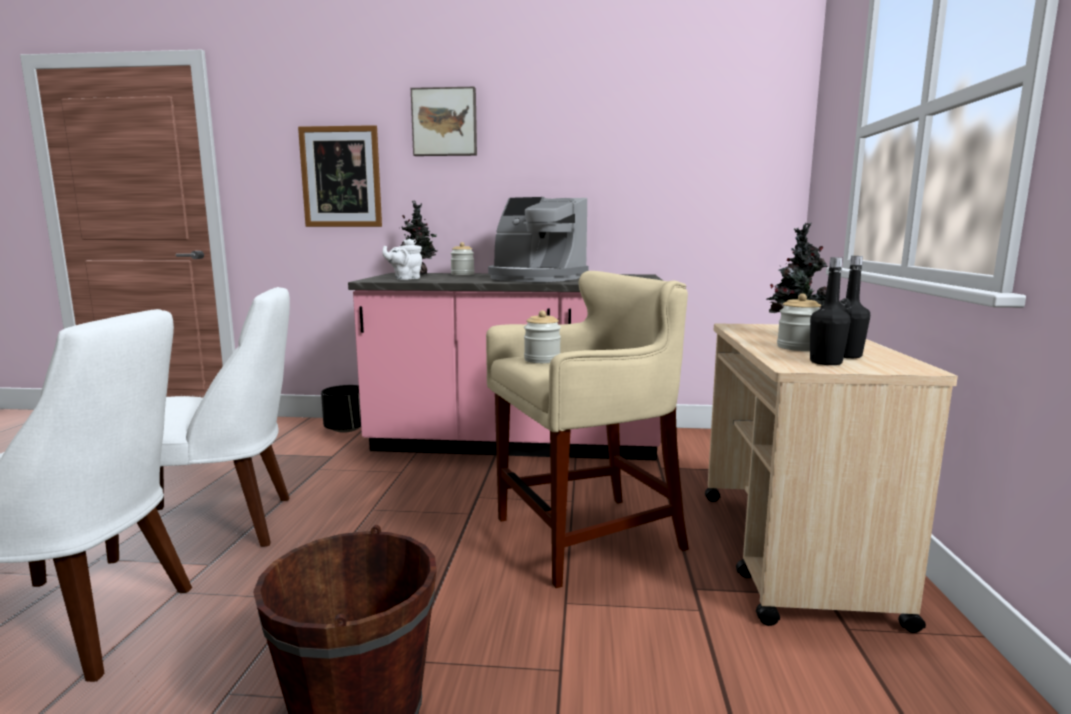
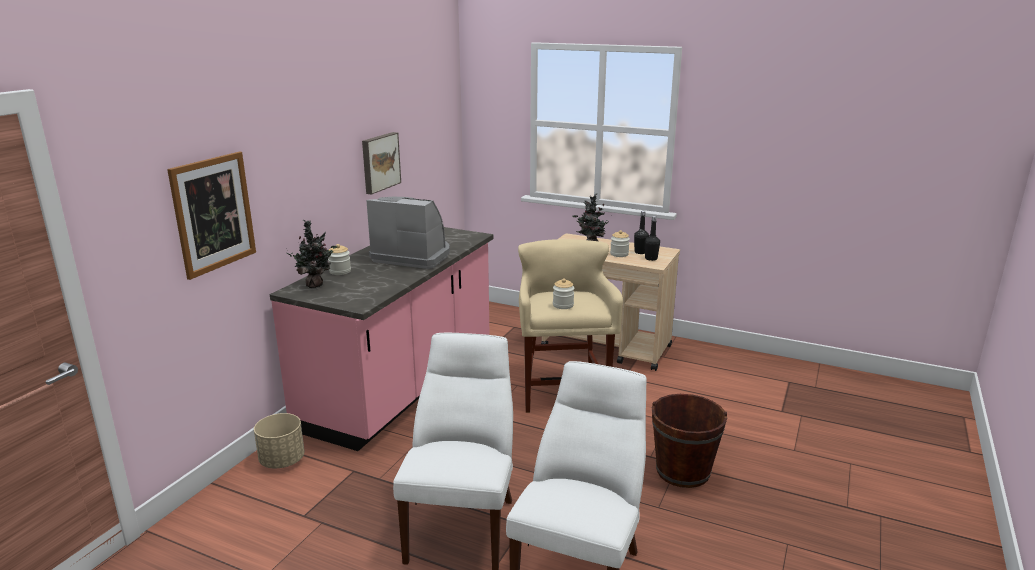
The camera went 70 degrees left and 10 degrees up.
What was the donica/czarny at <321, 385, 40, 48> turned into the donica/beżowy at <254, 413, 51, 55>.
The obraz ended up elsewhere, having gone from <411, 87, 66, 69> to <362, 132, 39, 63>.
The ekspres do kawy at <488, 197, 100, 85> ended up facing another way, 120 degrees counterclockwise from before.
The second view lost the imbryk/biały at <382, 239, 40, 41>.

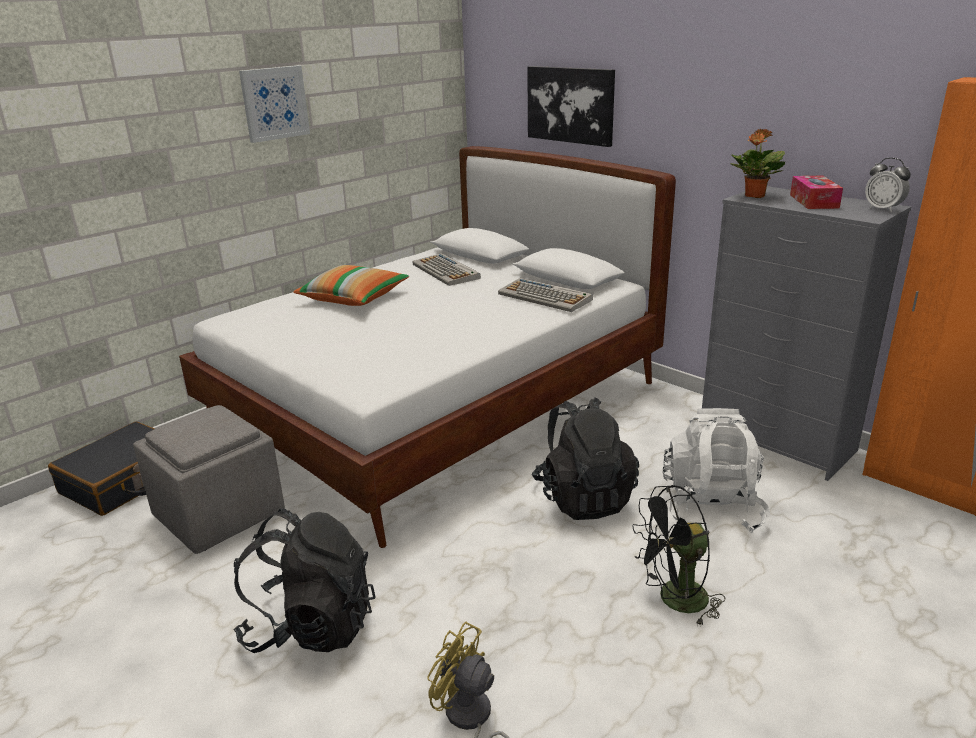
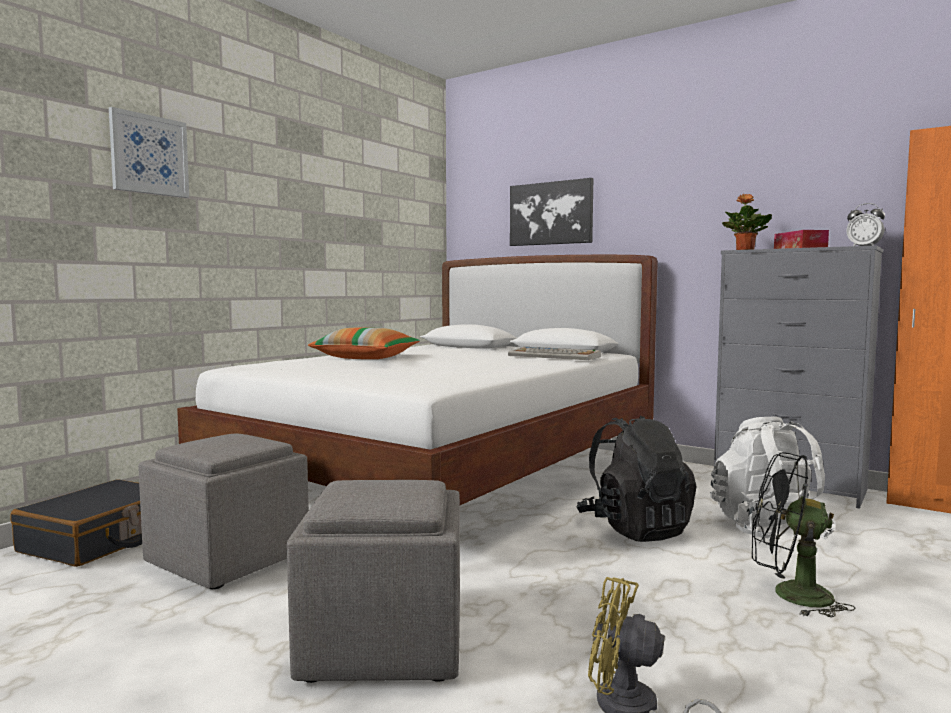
The camera went 10 degrees left and 20 degrees down.
The obraz ended up elsewhere, having gone from <239, 65, 71, 78> to <109, 107, 80, 91>.
Where the plecak/czarny stood at <234, 508, 142, 145>, the pufa/szary came to stand at <287, 480, 173, 203>.
The wentylator/czarny at <632, 485, 93, 141> ended up facing another way, 45 degrees clockwise from before.
The second view lost the klawiatura at <412, 253, 69, 33>.

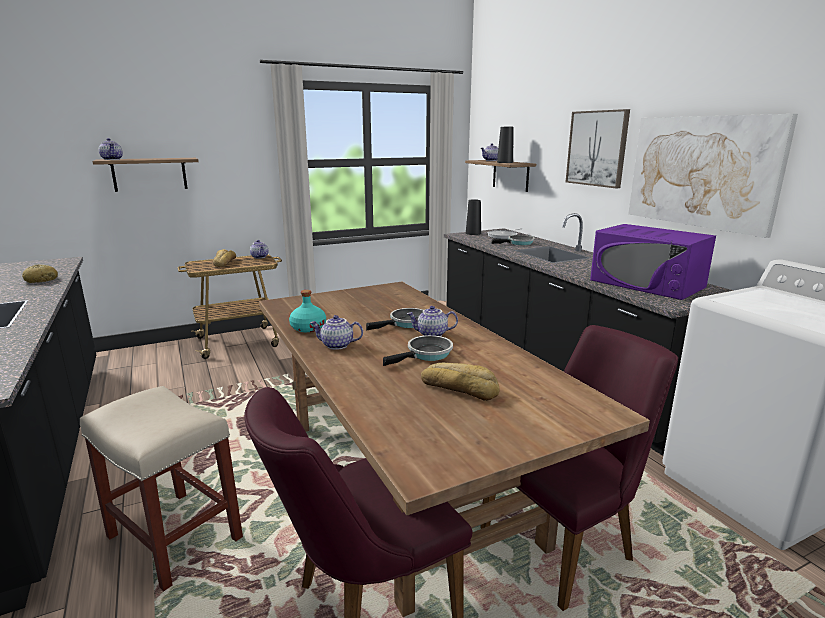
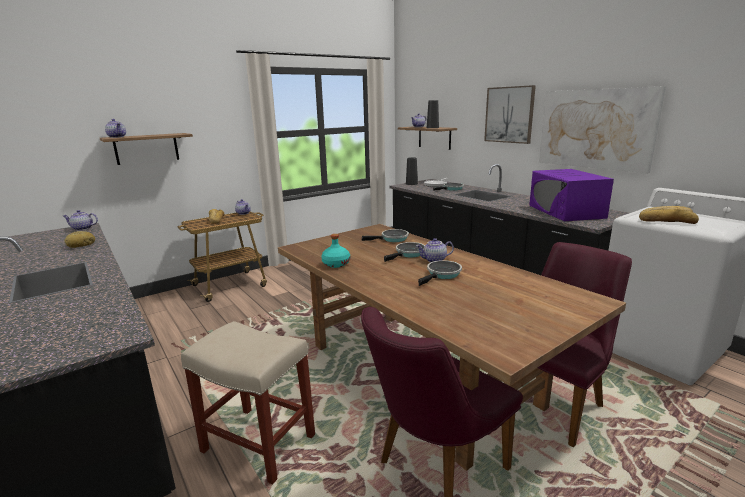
The camera went 10 degrees left and 0 degrees up.
The imbryk ended up elsewhere, having gone from <310, 315, 53, 35> to <64, 210, 34, 21>.
The second view gained the patelnia at <362, 229, 47, 13>.
The mikrofalówka/fioletowy at <590, 224, 126, 76> ended up facing another way, 45 degrees clockwise from before.
The chleb ended up elsewhere, having gone from <421, 363, 79, 38> to <639, 206, 60, 18>.

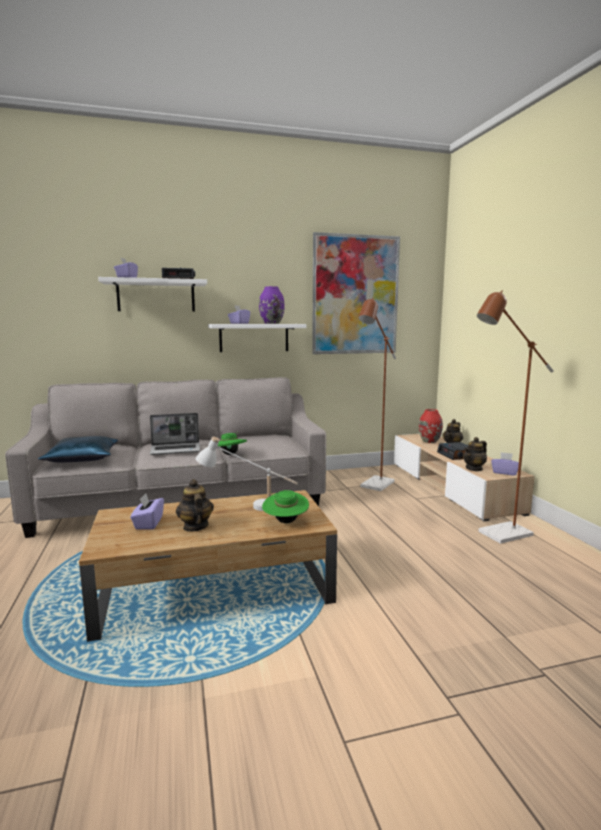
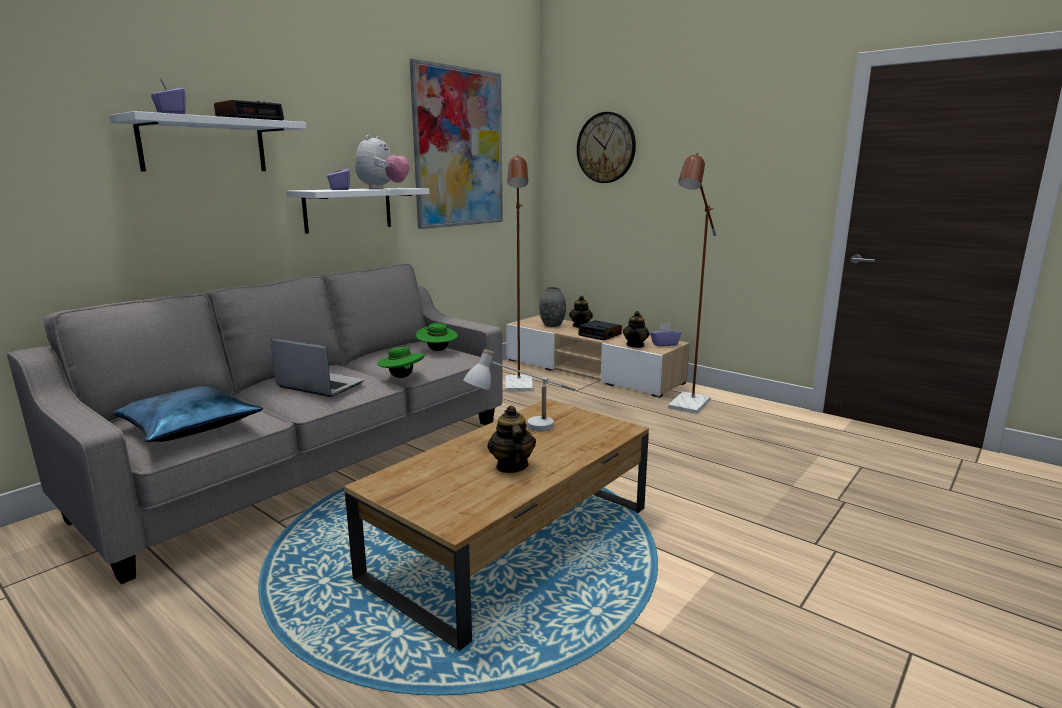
The camera went 35 degrees left and 5 degrees up.
The laptop at <150, 413, 51, 42> ended up facing another way, 105 degrees counterclockwise from before.
Where the wazon/fioletowy stood at <259, 286, 26, 38>, the pluszak came to stand at <355, 135, 55, 54>.
The kapelusz/zielony ended up elsewhere, having gone from <262, 490, 47, 33> to <416, 323, 42, 28>.
The imbryk at <176, 479, 38, 53> ended up facing another way, 45 degrees clockwise from before.
What was the wazon/czerwony at <419, 409, 24, 34> turned into the wazon/szary at <539, 287, 27, 40>.
The second view gained the zegar ścienny at <577, 112, 59, 71>.
The second view lost the pudełko chusteczek/fioletowy at <130, 493, 34, 37>.

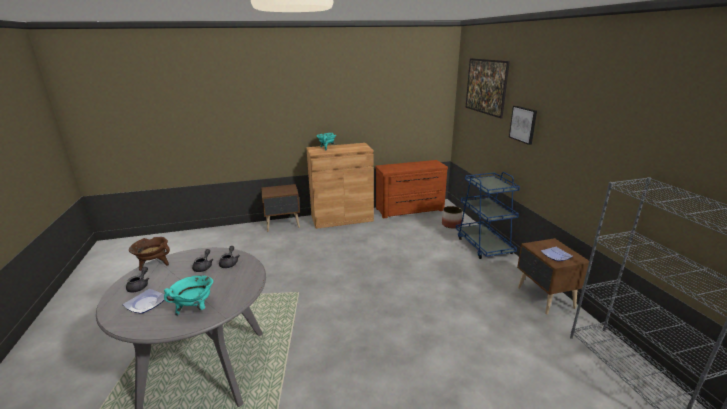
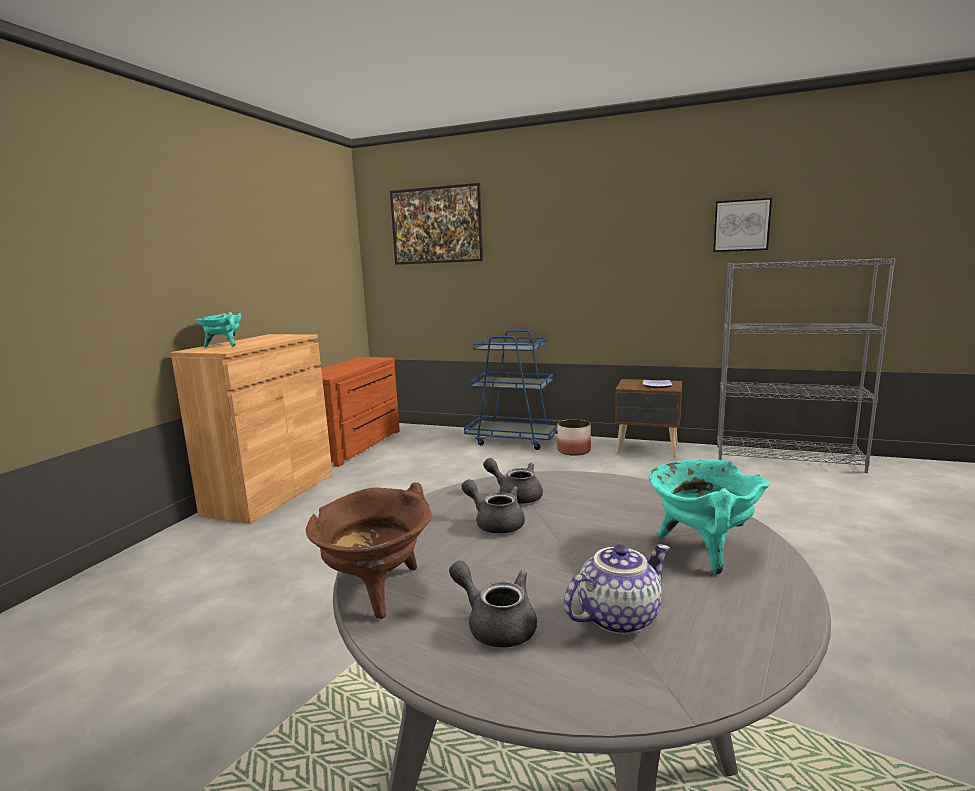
The camera went 55 degrees left and 10 degrees down.
The donica ended up elsewhere, having gone from <442, 206, 20, 22> to <557, 419, 34, 37>.
Where the talerz stood at <123, 289, 45, 25>, the imbryk came to stand at <564, 544, 106, 91>.
The obraz ended up elsewhere, having gone from <509, 106, 28, 39> to <713, 198, 59, 54>.
The second view lost the szafka nocna/brązowy at <261, 184, 39, 48>.

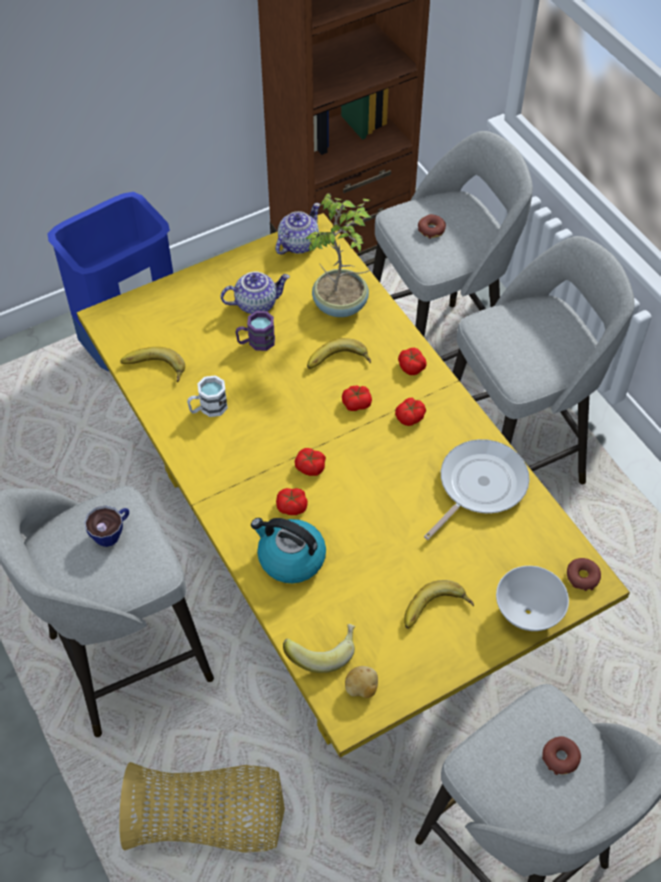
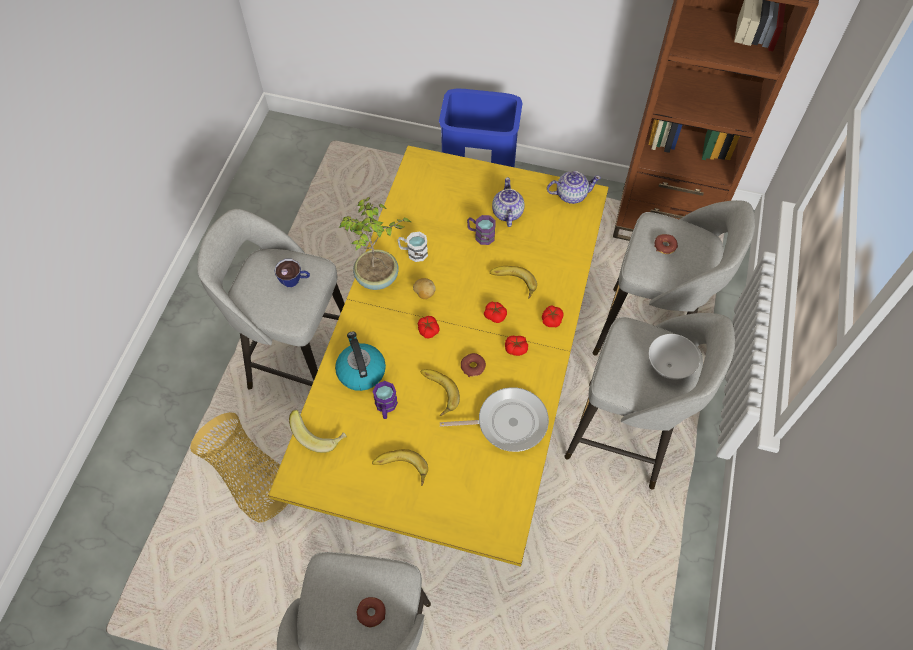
The camera went 45 degrees right and 5 degrees up.
The roślina doniczkowa ended up elsewhere, having gone from <305, 193, 67, 124> to <338, 197, 73, 93>.
The second view gained the kubek/fioletowy at <373, 381, 25, 38>.
The ziemniak ended up elsewhere, having gone from <345, 666, 33, 32> to <413, 278, 23, 21>.
The banan ended up elsewhere, having gone from <121, 347, 64, 35> to <421, 369, 39, 47>.
The donut ended up elsewhere, having gone from <567, 558, 34, 33> to <461, 353, 25, 24>.
The imbryk at <221, 272, 69, 42> ended up facing another way, 120 degrees counterclockwise from before.
The miska/biały ended up elsewhere, having gone from <496, 566, 73, 65> to <649, 334, 51, 46>.
The second view lost the pomidor at <276, 488, 32, 27>.

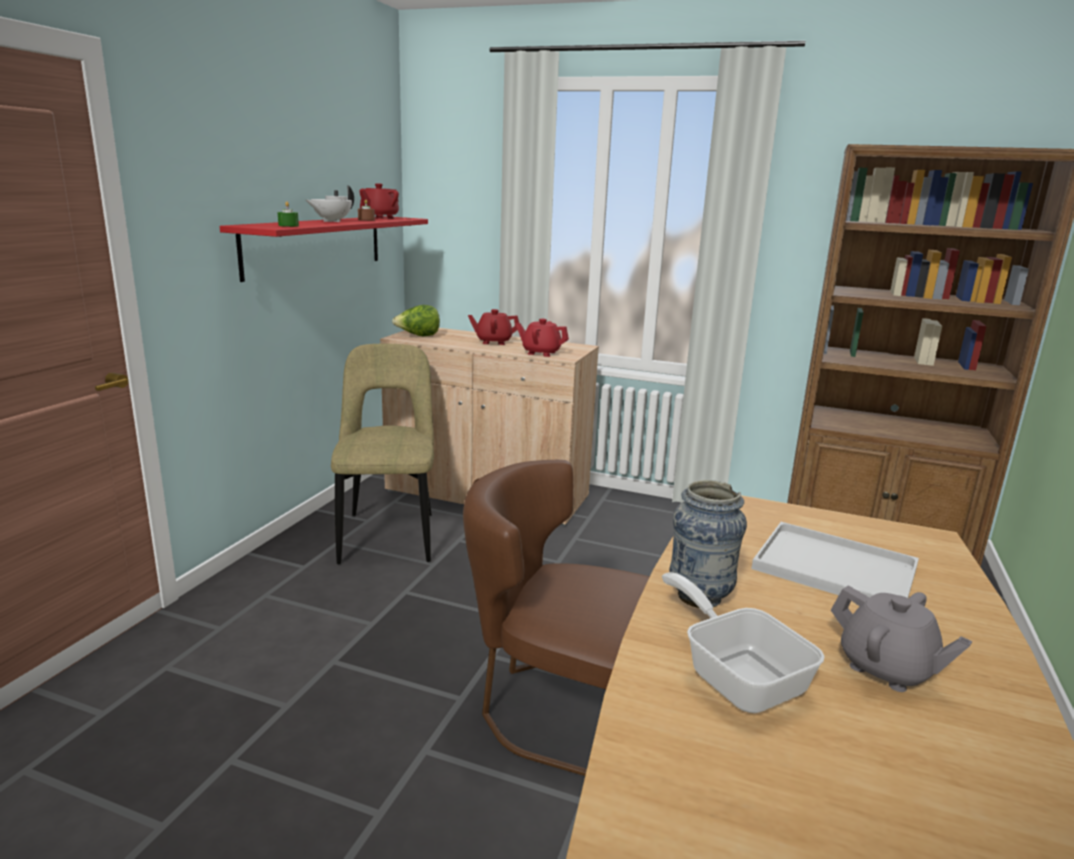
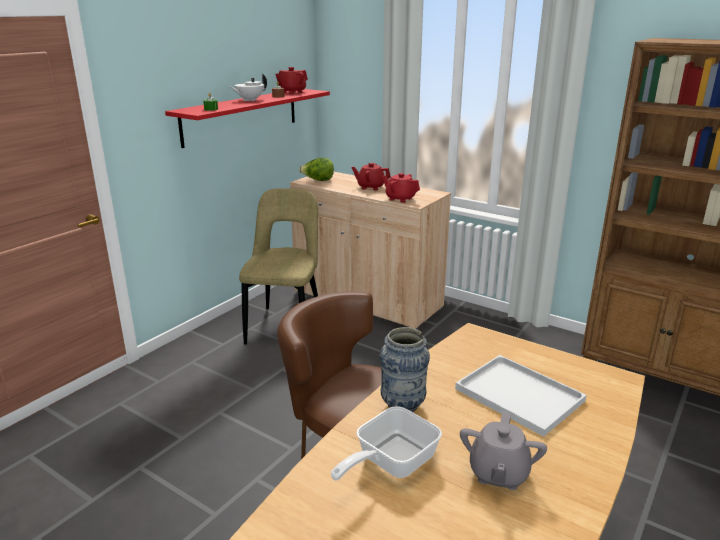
The camera went 15 degrees right and 5 degrees up.
The patelnia at <662, 572, 163, 141> ended up facing another way, 120 degrees counterclockwise from before.
The imbryk/szary at <831, 585, 141, 107> ended up facing another way, 45 degrees clockwise from before.

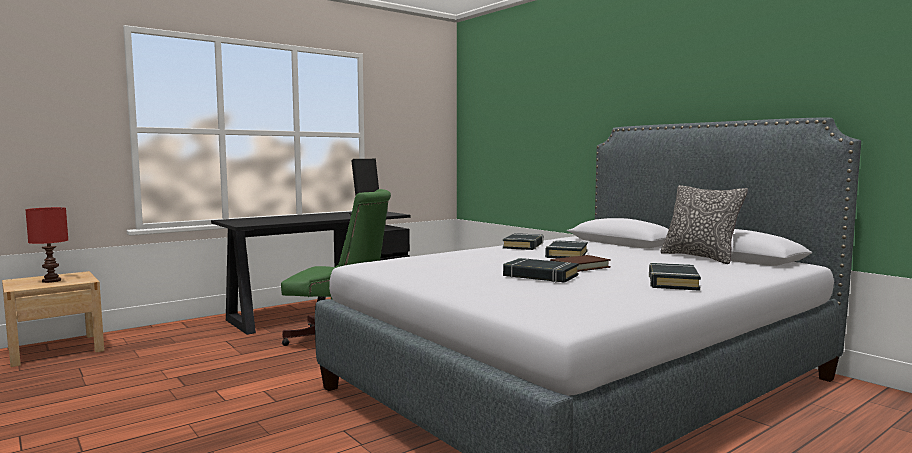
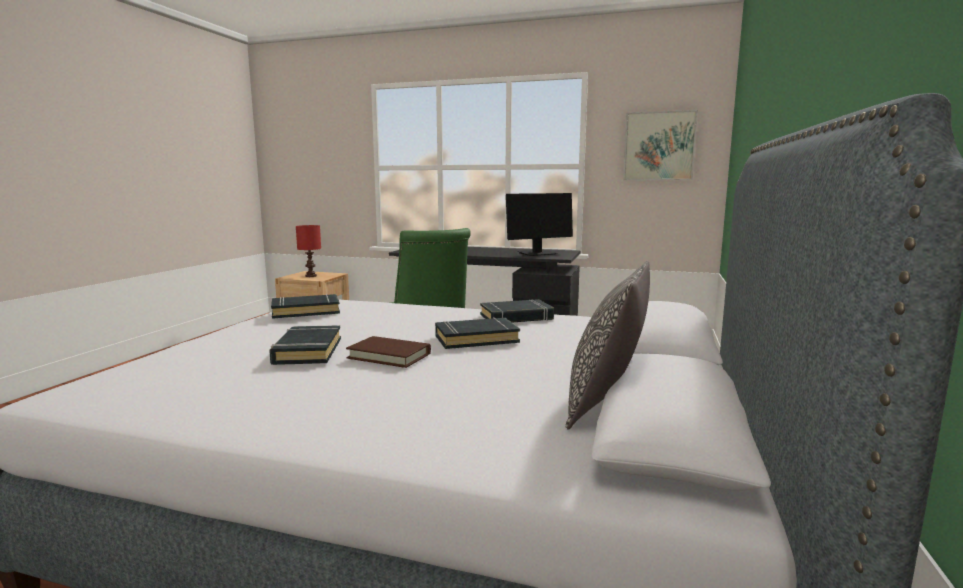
The camera went 55 degrees right and 5 degrees up.
The książka/czarny ended up elsewhere, having gone from <649, 263, 52, 28> to <271, 294, 69, 25>.
The second view gained the obraz at <623, 110, 75, 70>.

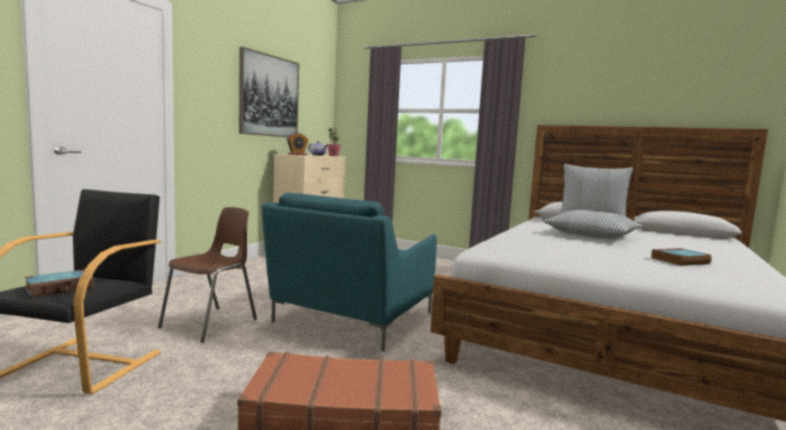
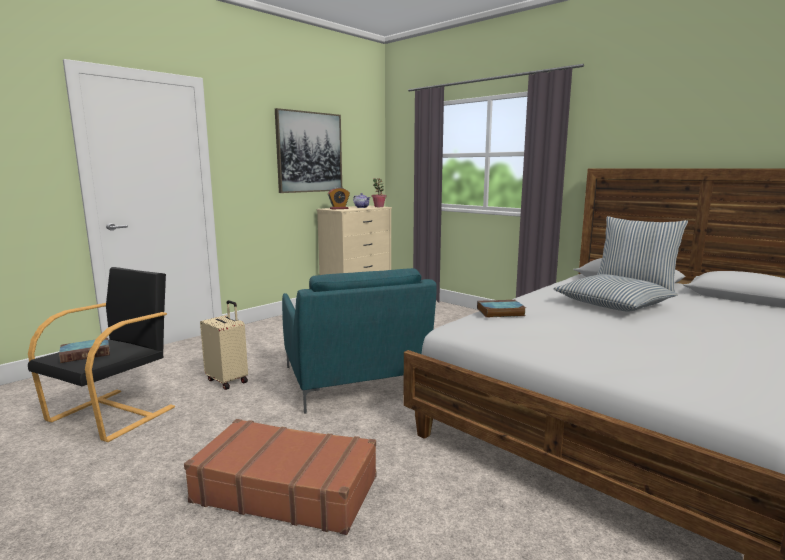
The camera went 15 degrees right and 5 degrees up.
Where the krzesło/brązowy stood at <158, 207, 99, 136>, the walizka/beżowy came to stand at <200, 300, 48, 90>.
The fotel/turkusowy at <262, 193, 175, 158> ended up facing another way, 60 degrees counterclockwise from before.
The książka ended up elsewhere, having gone from <651, 248, 60, 18> to <477, 300, 49, 17>.

